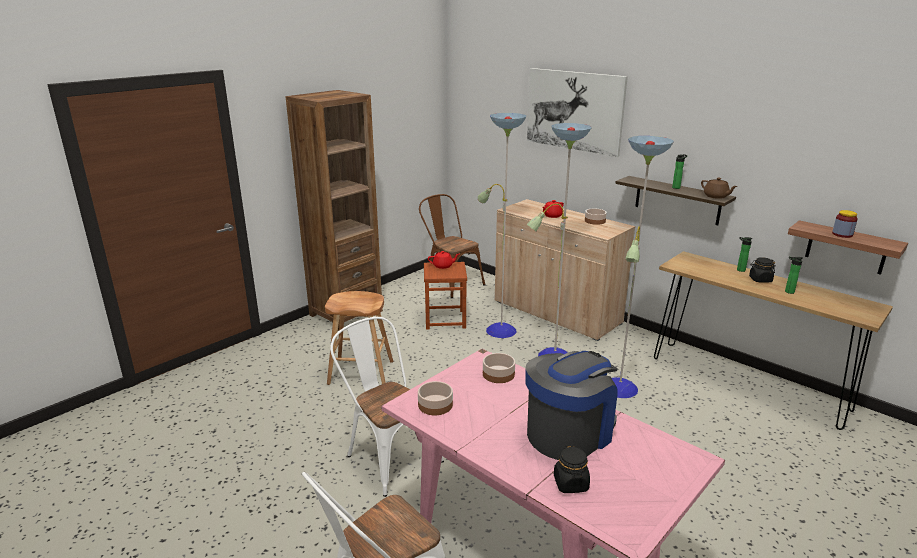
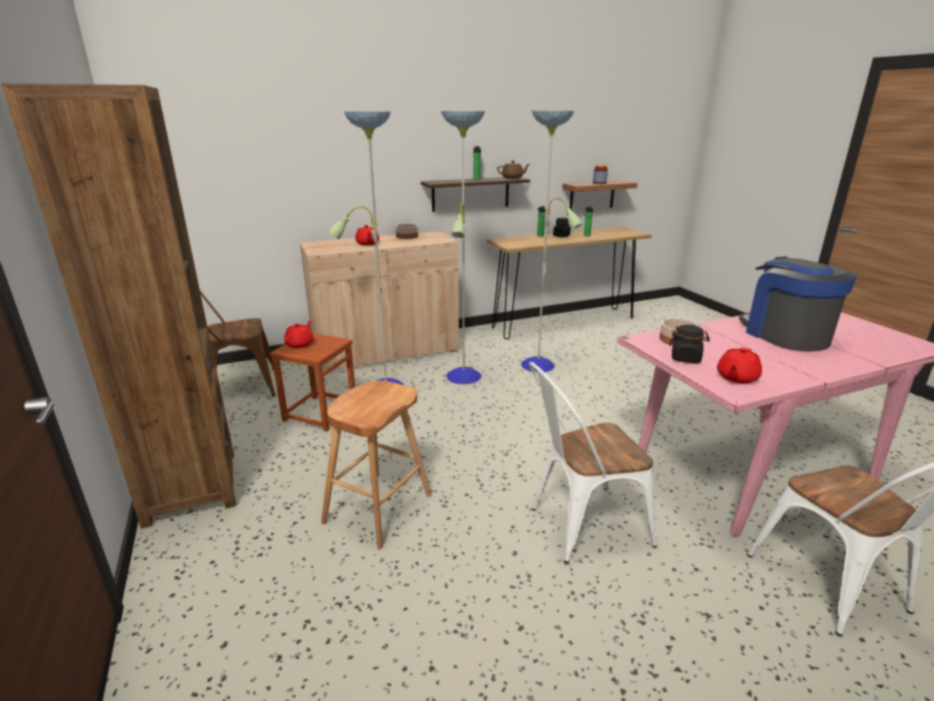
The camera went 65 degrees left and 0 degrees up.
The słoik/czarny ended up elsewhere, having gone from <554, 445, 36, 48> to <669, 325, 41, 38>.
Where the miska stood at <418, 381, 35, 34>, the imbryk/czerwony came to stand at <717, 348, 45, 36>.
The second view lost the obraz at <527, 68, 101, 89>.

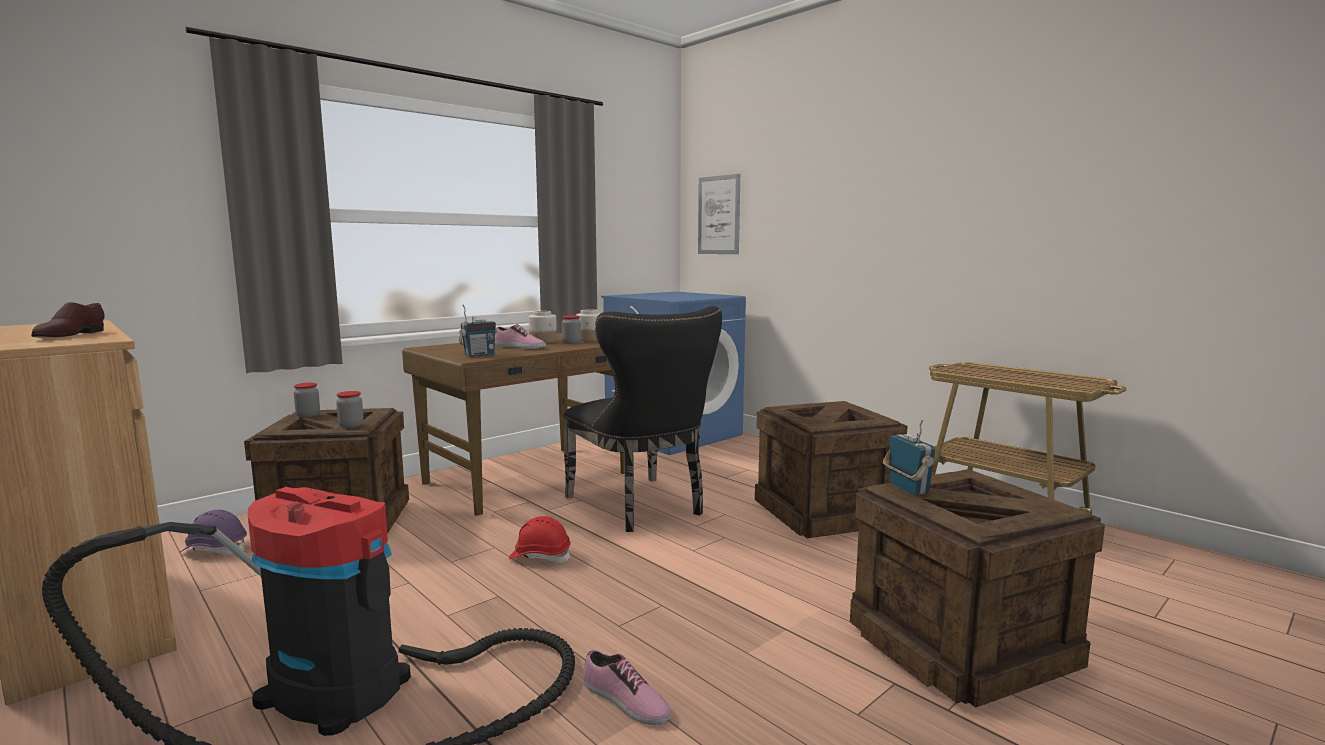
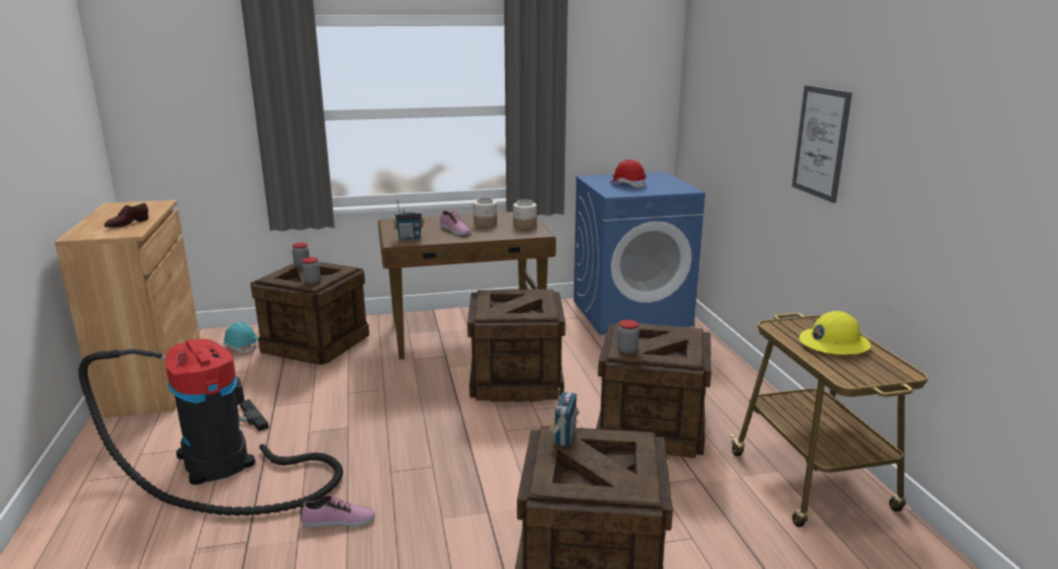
The camera went 30 degrees right and 10 degrees up.
What was the kask/fioletowy at <181, 510, 66, 45> turned into the kask/turkusowy at <222, 322, 36, 31>.
The but at <582, 650, 90, 75> ended up facing another way, 75 degrees counterclockwise from before.
Where the krzesło/czarny stood at <563, 306, 159, 226>, the skrzynka came to stand at <467, 289, 98, 113>.
The kask/czerwony ended up elsewhere, having gone from <509, 516, 62, 47> to <609, 159, 37, 29>.
The słoik ended up elsewhere, having gone from <562, 315, 19, 29> to <617, 320, 22, 34>.
The obraz ended up elsewhere, having gone from <698, 174, 42, 80> to <792, 85, 60, 118>.
The second view gained the kask/żółty at <799, 311, 72, 44>.

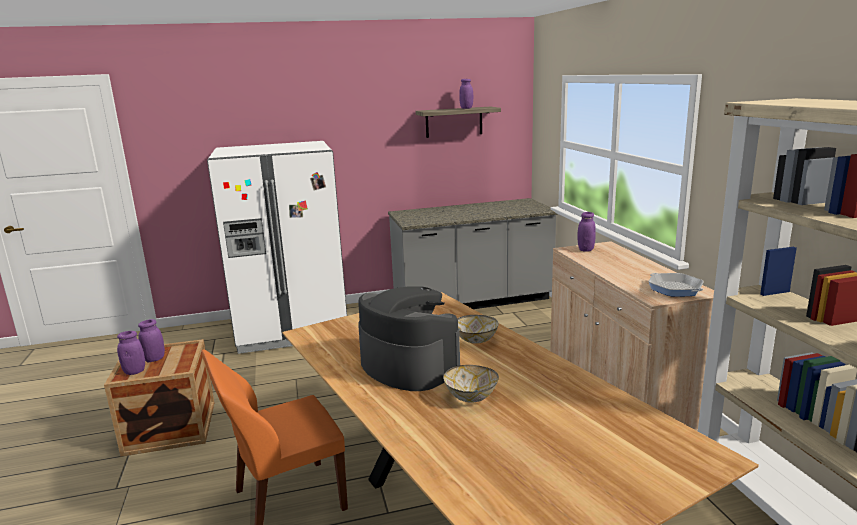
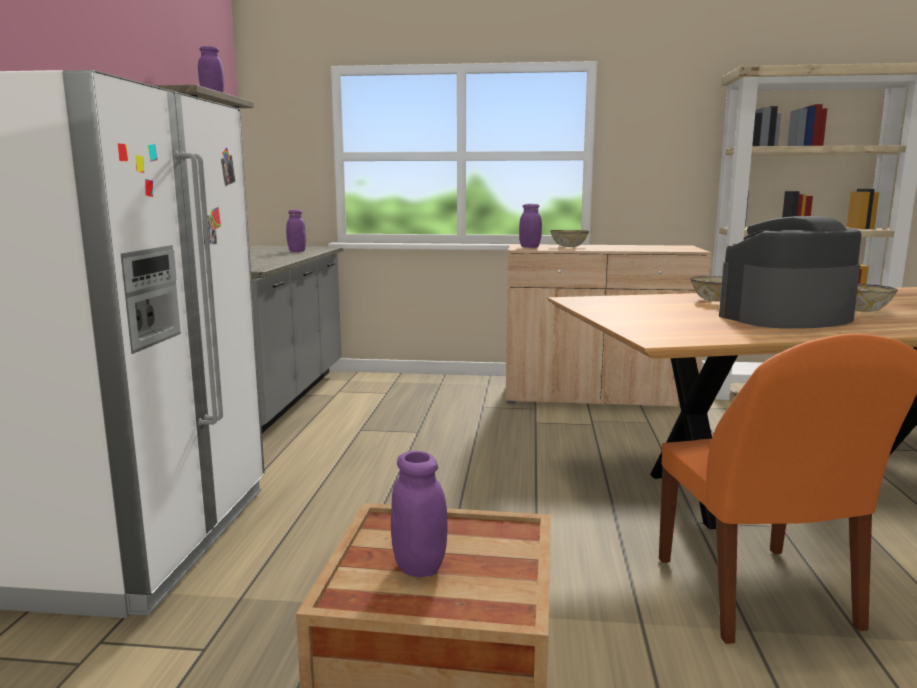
The camera went 70 degrees left and 5 degrees down.
The słoik/fioletowy ended up elsewhere, having gone from <117, 331, 28, 44> to <286, 210, 20, 42>.
The second view gained the miska at <550, 230, 39, 17>.
The second view lost the patelnia at <649, 273, 54, 24>.

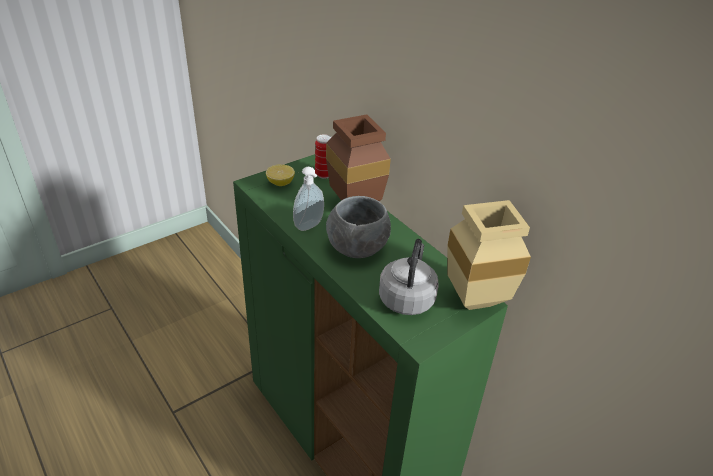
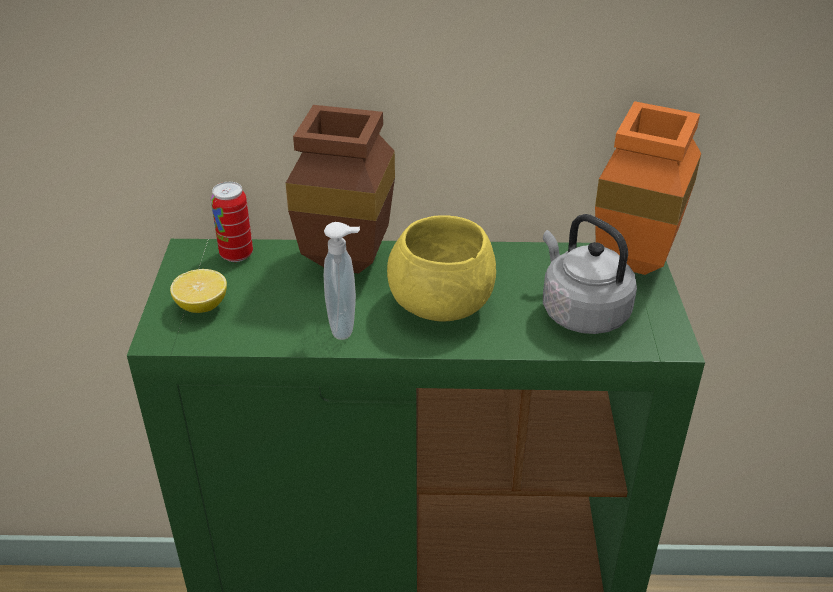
The camera went 50 degrees left and 0 degrees up.
What was the miska/szary at <326, 196, 65, 62> turned into the miska/żółty at <387, 215, 109, 106>.
What was the wazon/beżowy at <447, 200, 84, 110> turned into the wazon/pomarańczowy at <595, 101, 106, 174>.

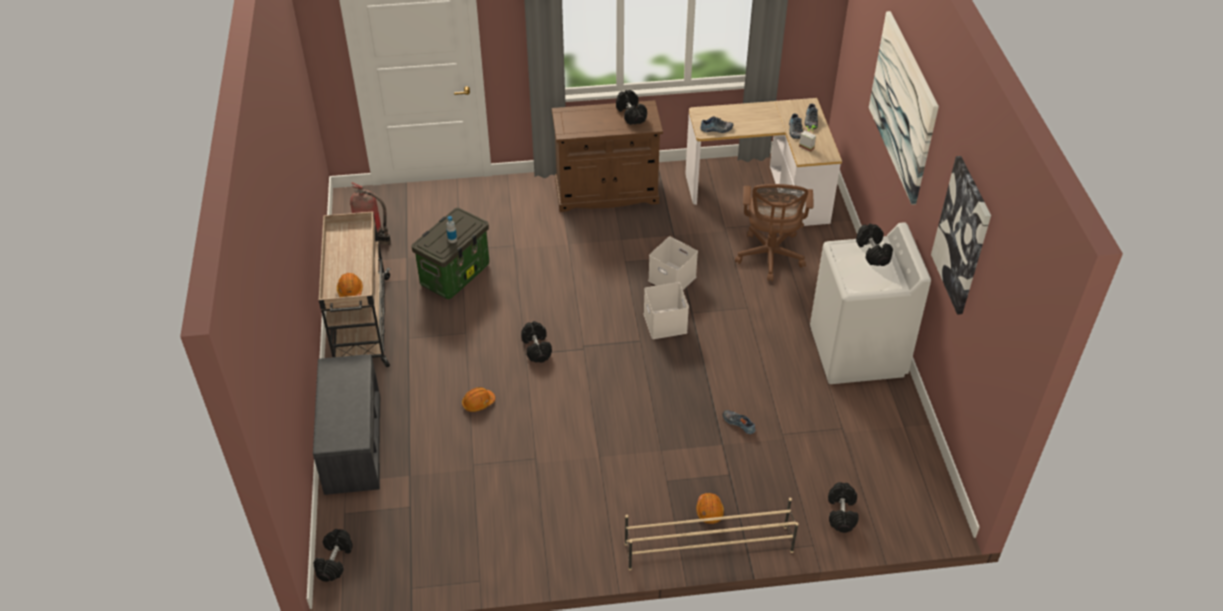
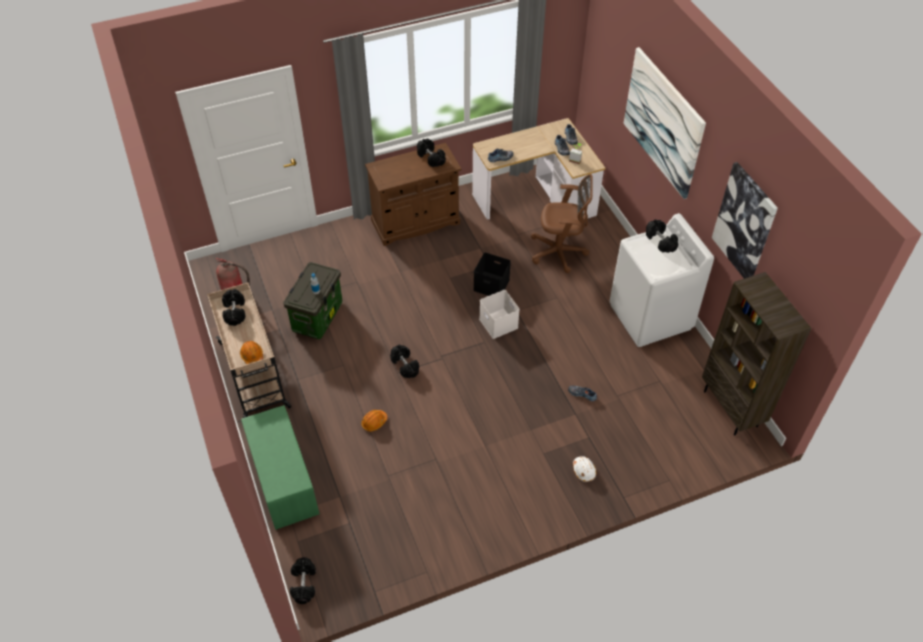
The camera went 15 degrees left and 5 degrees up.
The hantel/czarny ended up elsewhere, having gone from <828, 482, 31, 51> to <222, 289, 23, 37>.
What was the ławka/szary at <313, 354, 67, 141> turned into the ławka/zielony at <241, 405, 78, 125>.
What was the pojemnik do przechowywania/biały at <648, 237, 50, 53> turned into the pojemnik do przechowywania/czarny at <473, 253, 38, 43>.
The krzesło biurowe/brązowy at <735, 184, 78, 97> ended up facing another way, 75 degrees counterclockwise from before.
What was the kask/pomarańczowy at <696, 493, 28, 31> turned into the kask/biały at <573, 456, 23, 26>.
The second view gained the regał/brązowy at <702, 272, 110, 163>.
The second view lost the regał na buty/beżowy at <625, 498, 174, 72>.

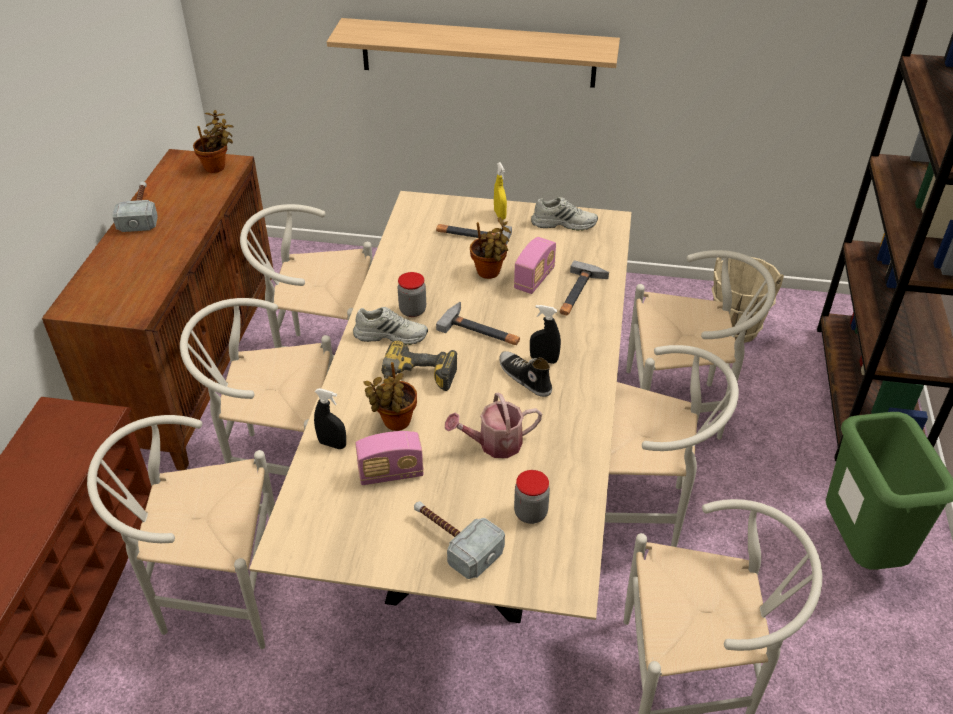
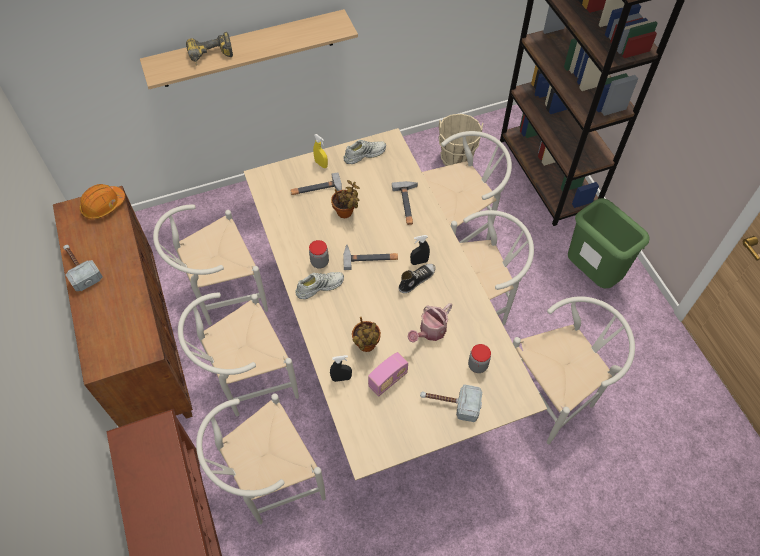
The camera went 30 degrees left and 15 degrees up.
Where the roślina doniczkowa stood at <193, 110, 40, 63>, the kask/pomarańczowy came to stand at <79, 184, 46, 36>.
The wiertarka ended up elsewhere, having gone from <381, 340, 76, 51> to <186, 32, 47, 34>.
The but at <499, 351, 53, 46> ended up facing another way, 120 degrees clockwise from before.
The second view lost the radio at <514, 237, 42, 57>.

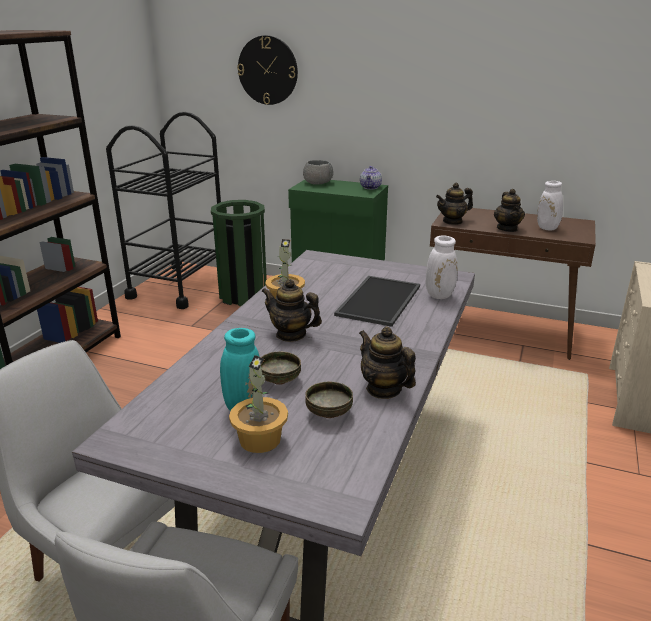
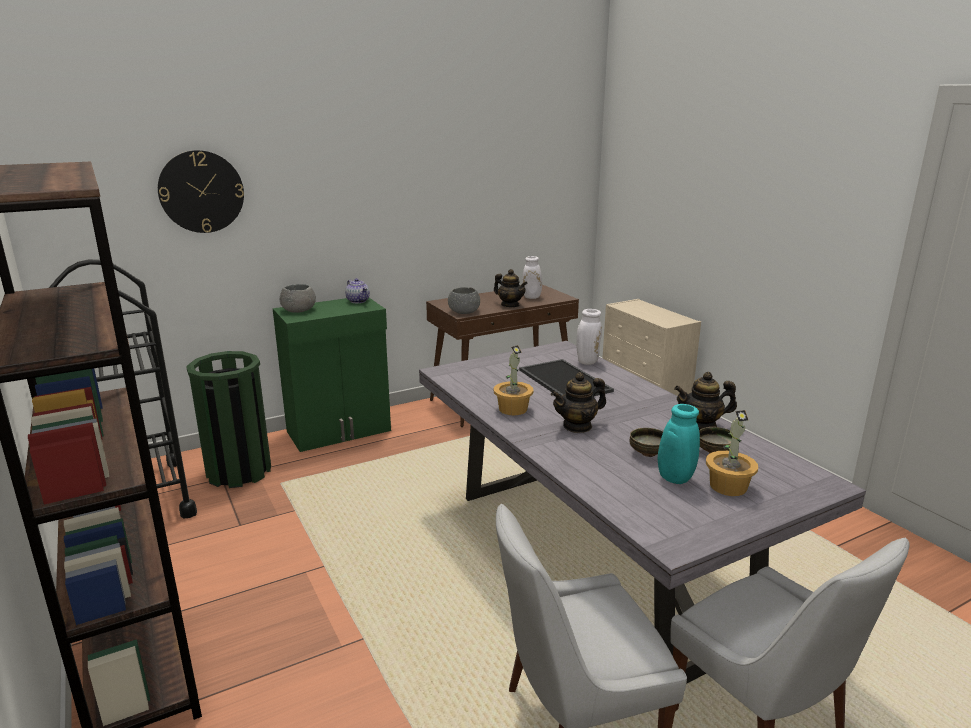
The camera went 50 degrees left and 5 degrees down.
Where the imbryk stood at <436, 183, 37, 42>, the miska/szary came to stand at <448, 287, 32, 27>.

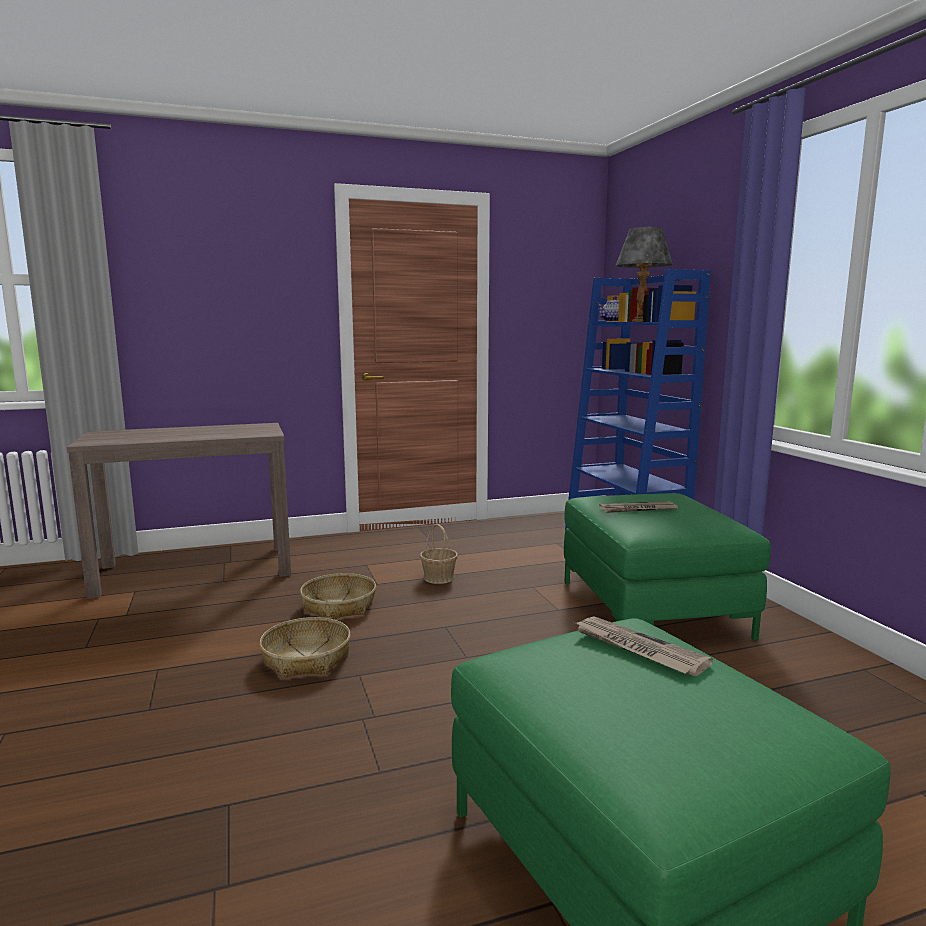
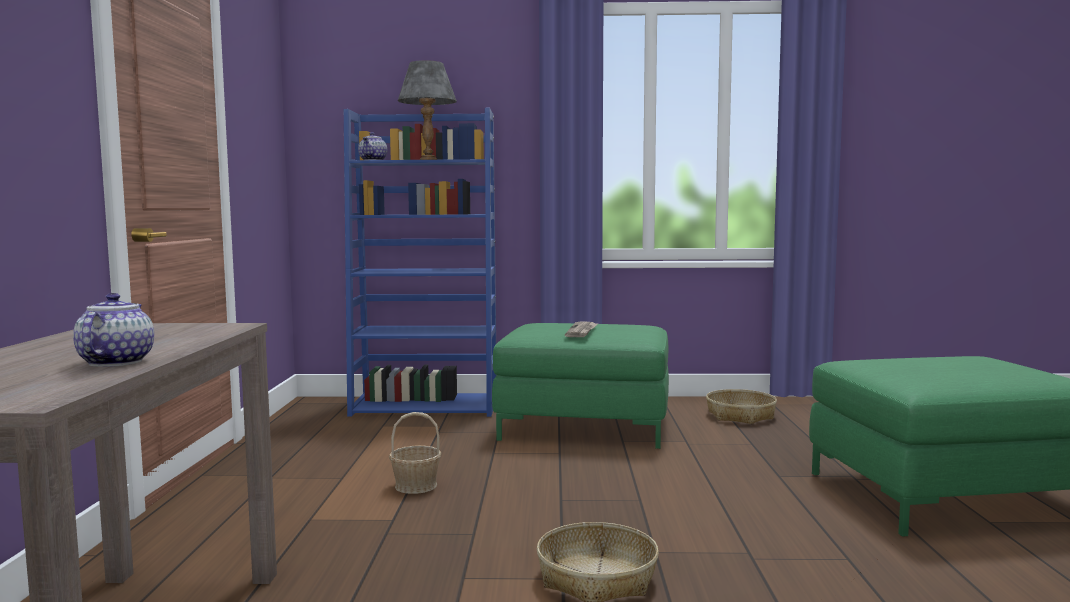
The camera went 70 degrees left and 5 degrees down.
The second view gained the imbryk at <73, 293, 81, 74>.
The koszyk ended up elsewhere, having gone from <300, 573, 76, 46> to <706, 389, 71, 35>.
The second view lost the gazeta at <576, 616, 137, 60>.

